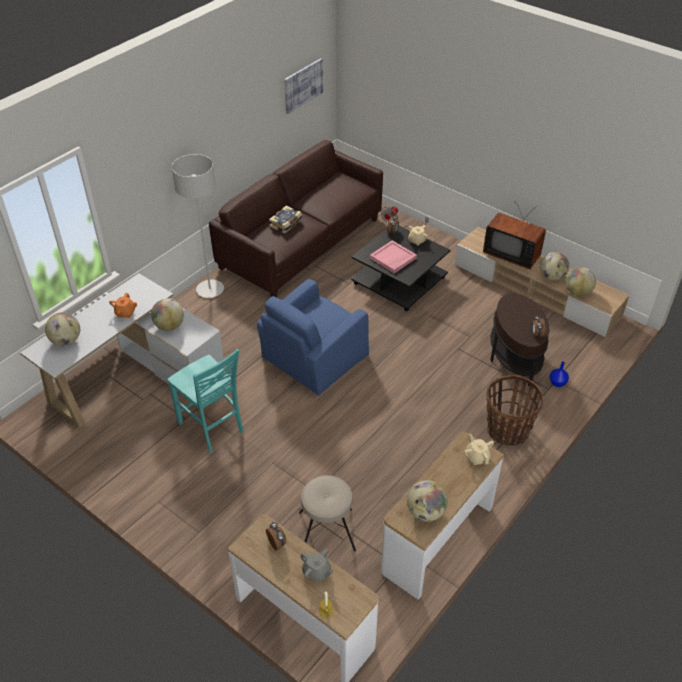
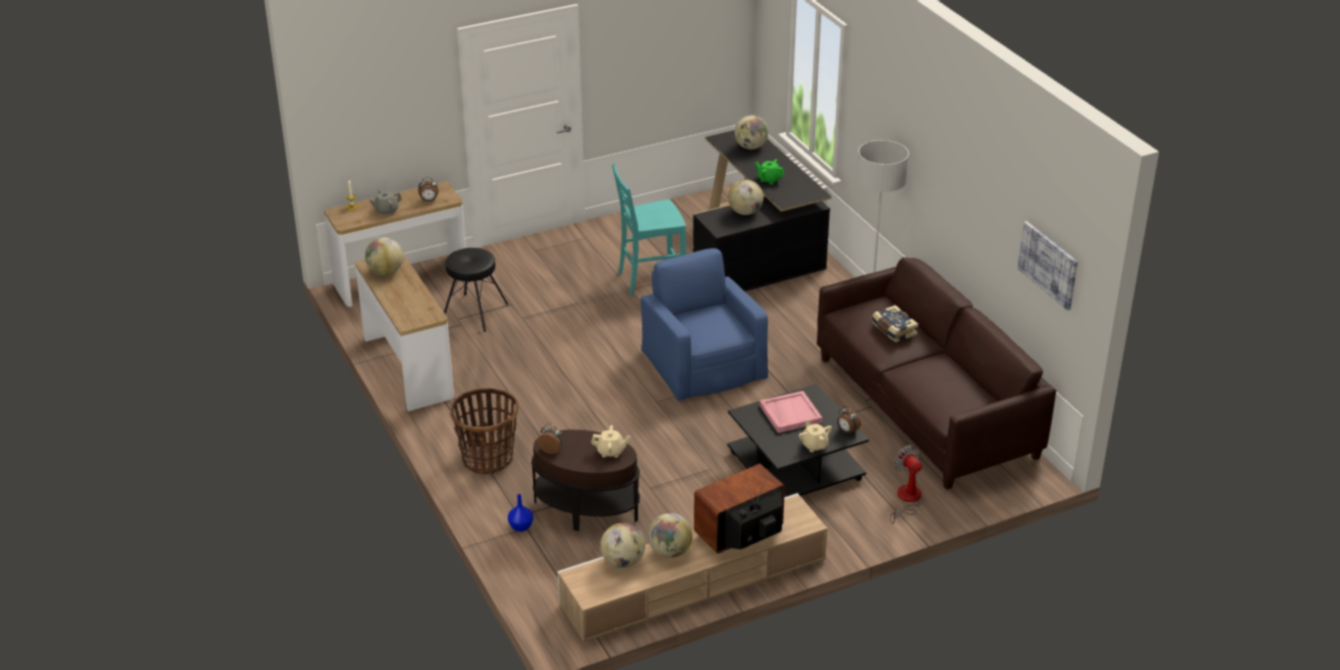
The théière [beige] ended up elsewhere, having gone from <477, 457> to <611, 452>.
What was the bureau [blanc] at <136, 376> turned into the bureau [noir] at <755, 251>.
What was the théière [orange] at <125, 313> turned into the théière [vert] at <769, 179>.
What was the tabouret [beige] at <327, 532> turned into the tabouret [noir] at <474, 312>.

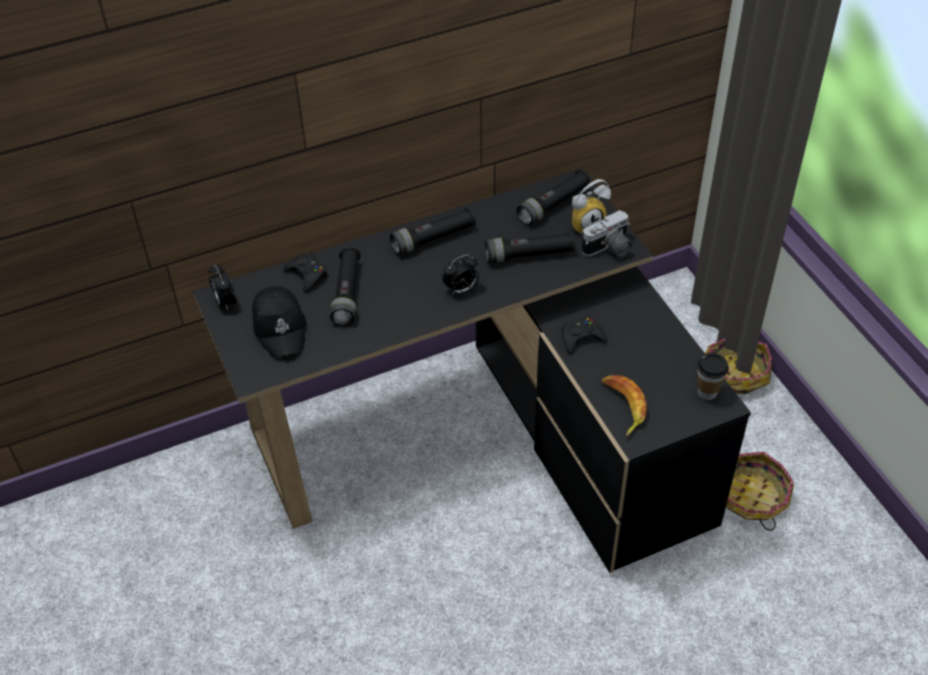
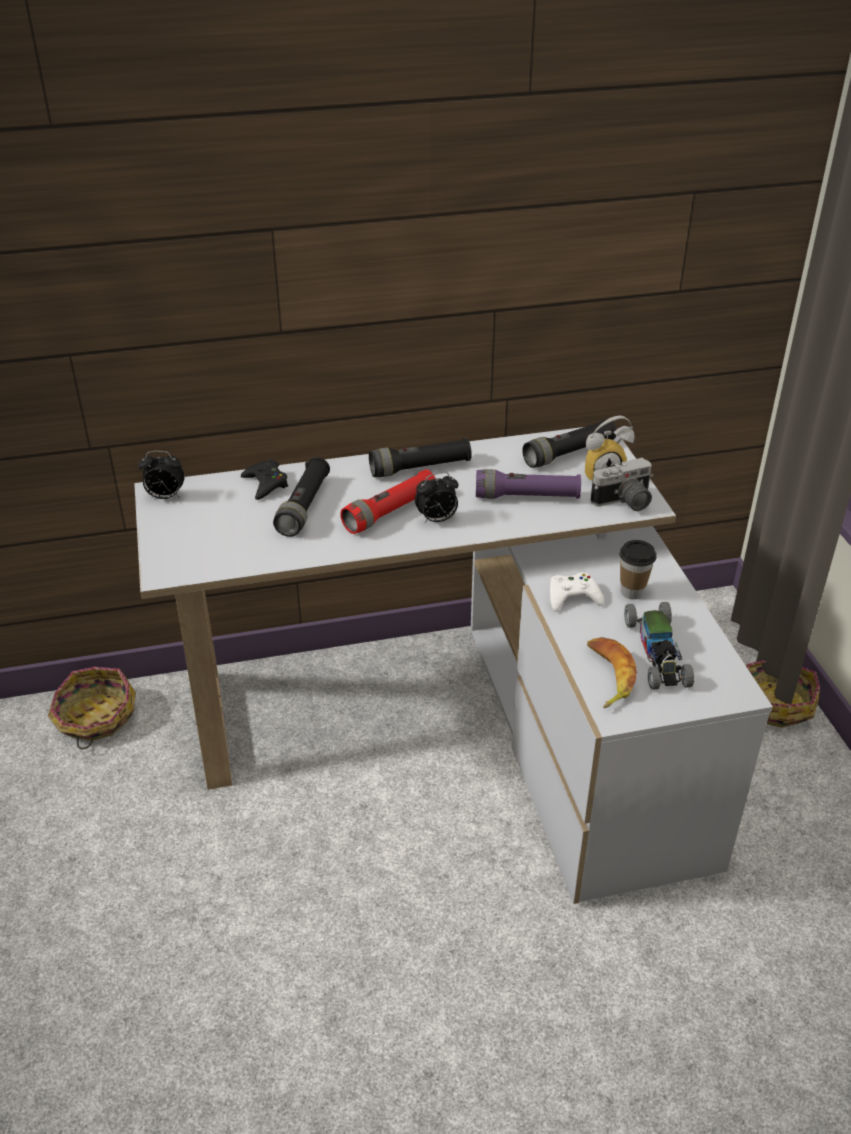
The second view lost the casquette [noir] at <280, 327>.
The second view gained the lampe de poche [rouge] at <390, 512>.
The second view gained the petite voiture at <657, 653>.
The tasse ended up elsewhere, having gone from <707, 392> to <632, 592>.
The panier ended up elsewhere, having gone from <751, 497> to <95, 718>.
What was the bureau [noir] at <486, 435> turned into the bureau [blanc] at <460, 725>.
What was the lampe de poche [noir] at <529, 255> turned into the lampe de poche [violet] at <527, 497>.
What was the manette [noir] at <581, 338> turned into the manette [blanc] at <573, 597>.
The réveil at <225, 301> ended up facing another way, 75 degrees counterclockwise from before.

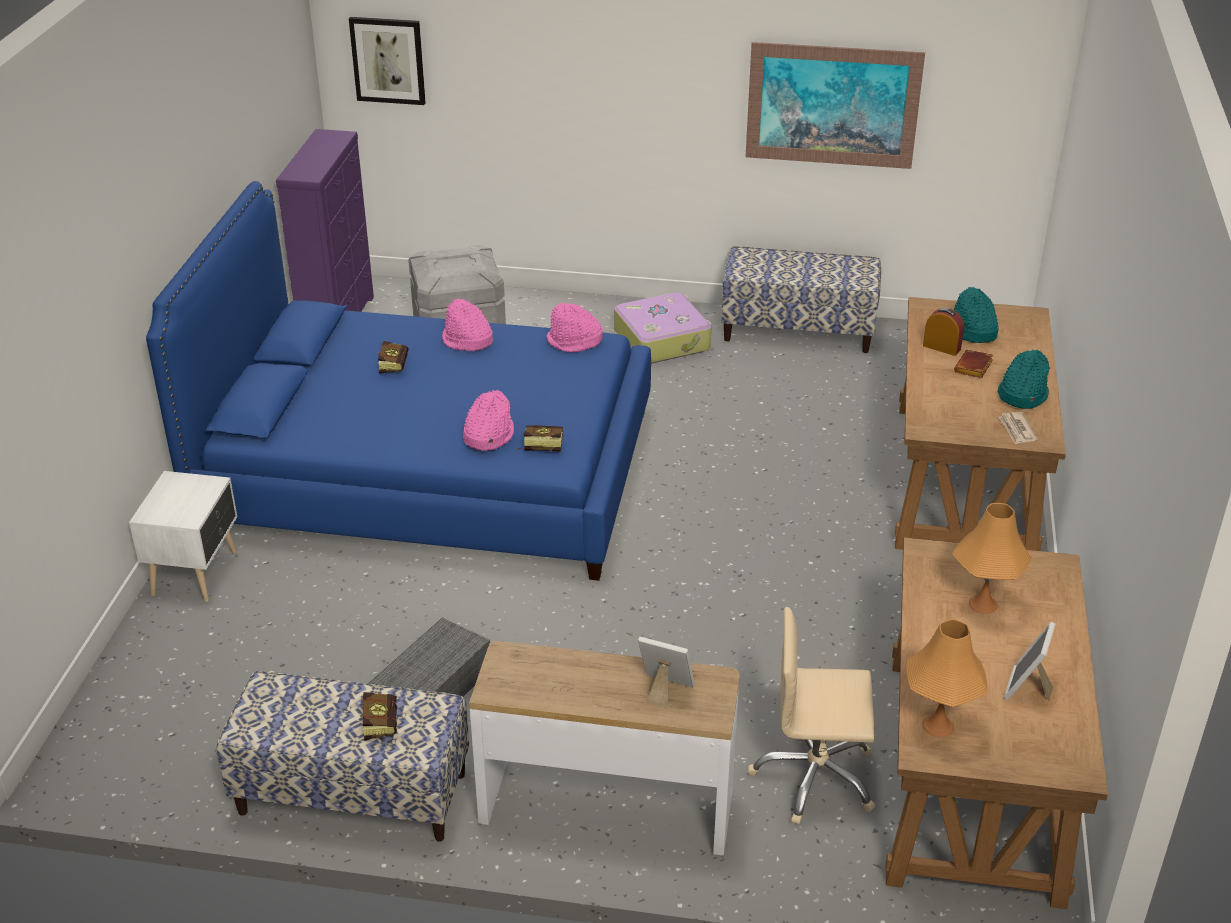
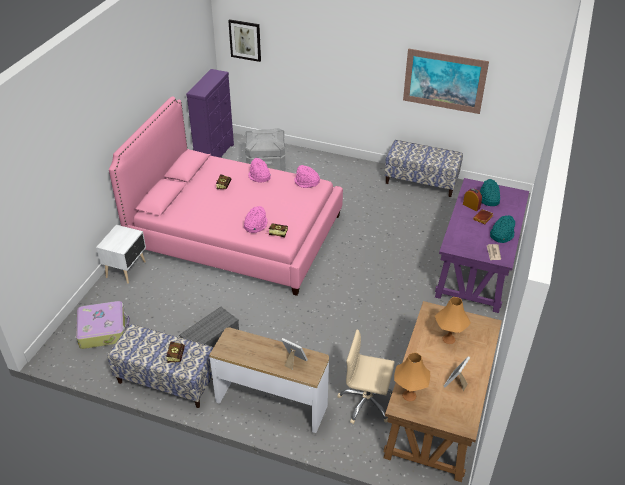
The valise ended up elsewhere, having gone from <662, 340> to <103, 330>.
What was the lit [bleu] at <429, 472> turned into the lit [rose] at <236, 233>.
What was the bureau [marron] at <963, 480> turned into the bureau [violet] at <477, 267>.

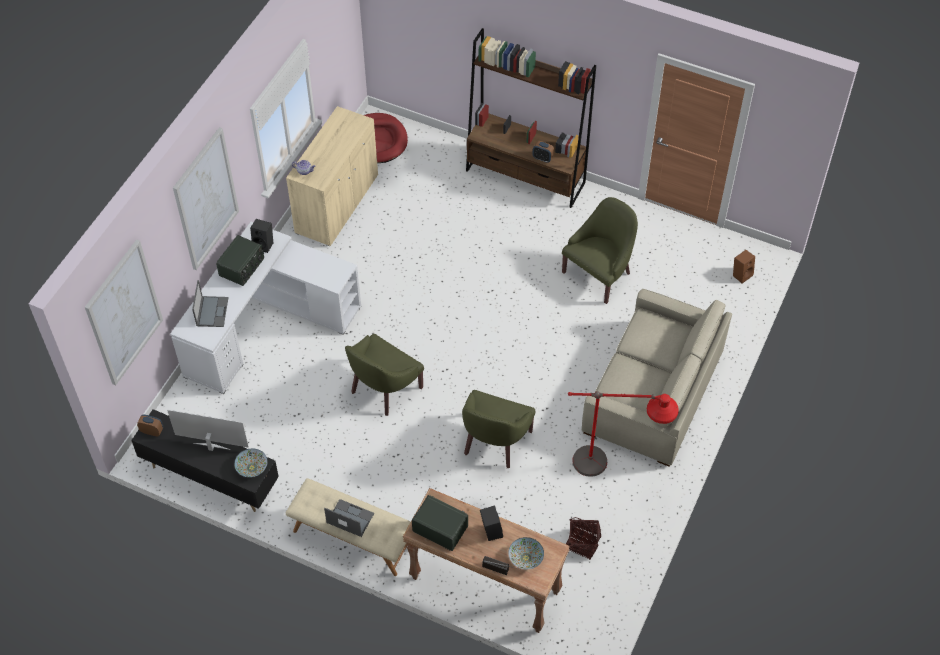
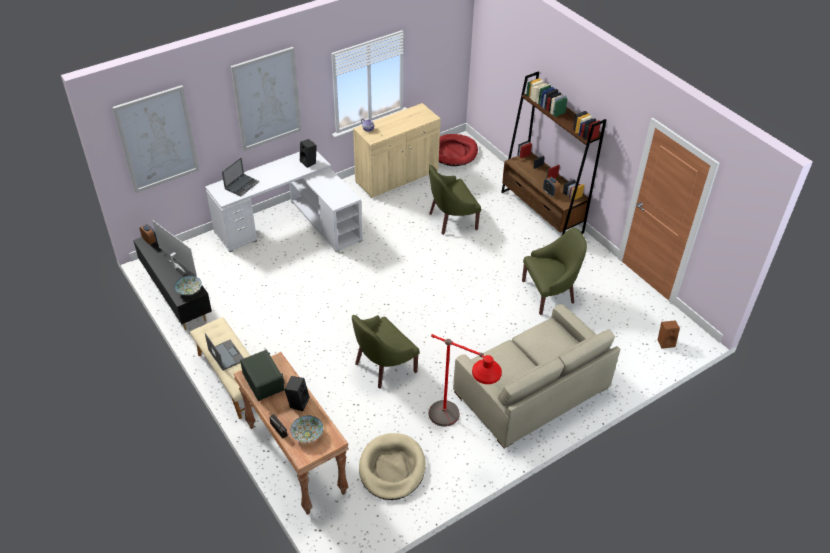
The second view lost the radio at <242, 267>.
The fauteuil [vert] ended up elsewhere, having gone from <383, 388> to <451, 220>.
Where the panier stood at <582, 543>, the panier pour chien [beige] came to stand at <392, 468>.

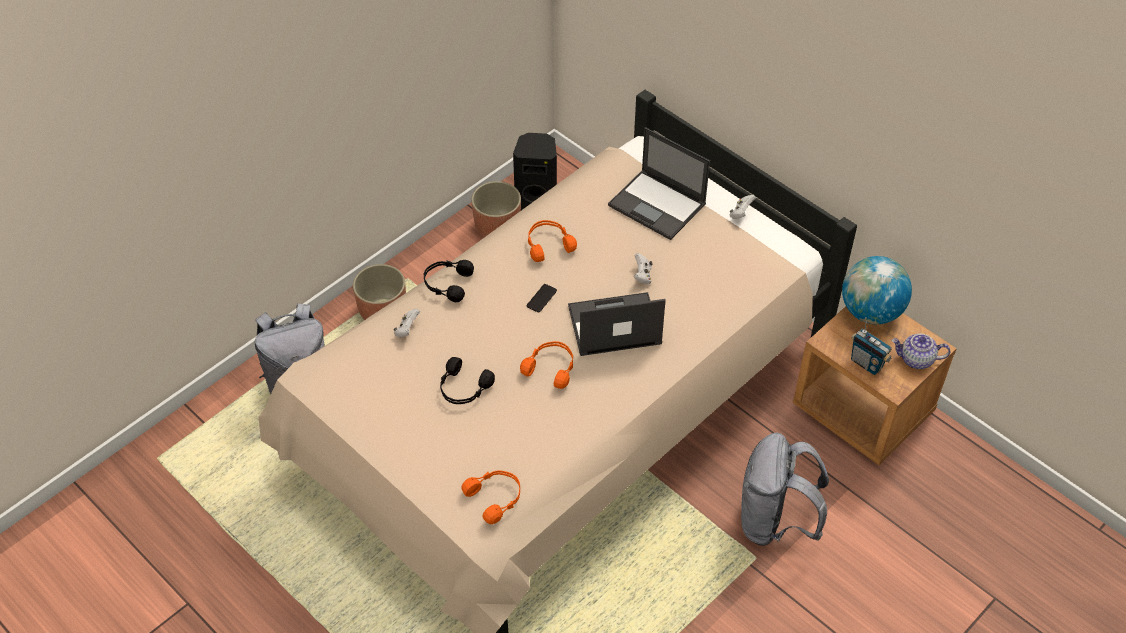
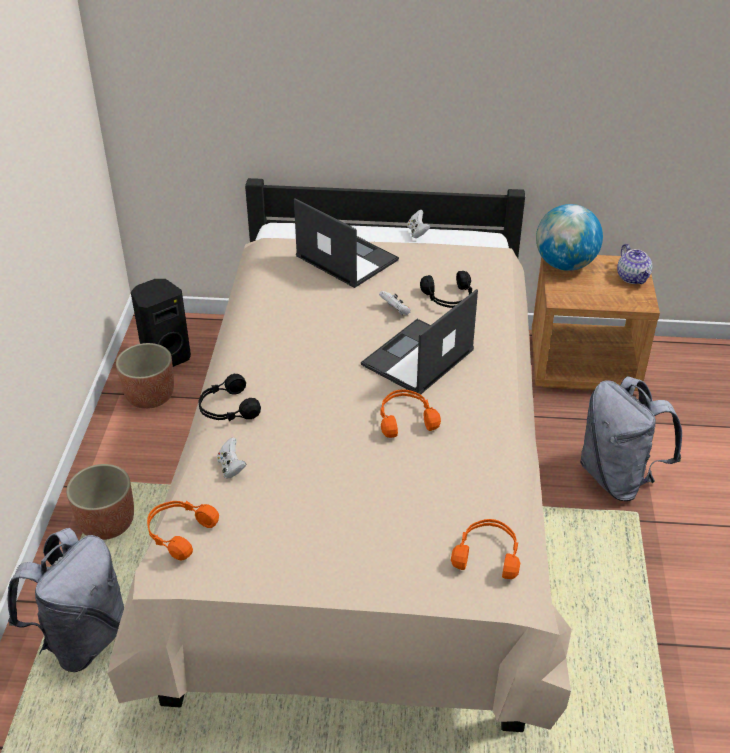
The second view lost the téléphone at <541, 298>.
The second view lost the radio at <867, 363>.
The casque audio [noir] ended up elsewhere, having gone from <463, 389> to <449, 298>.
The casque audio [orange] ended up elsewhere, having gone from <548, 244> to <179, 533>.
The ordinateur portable at <658, 205> ended up facing another way, 135 degrees counterclockwise from before.
The théière at <916, 360> ended up facing another way, 75 degrees counterclockwise from before.

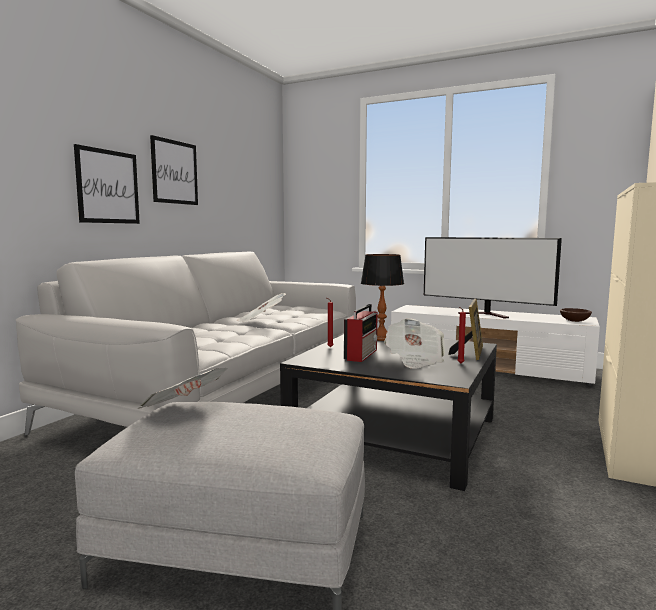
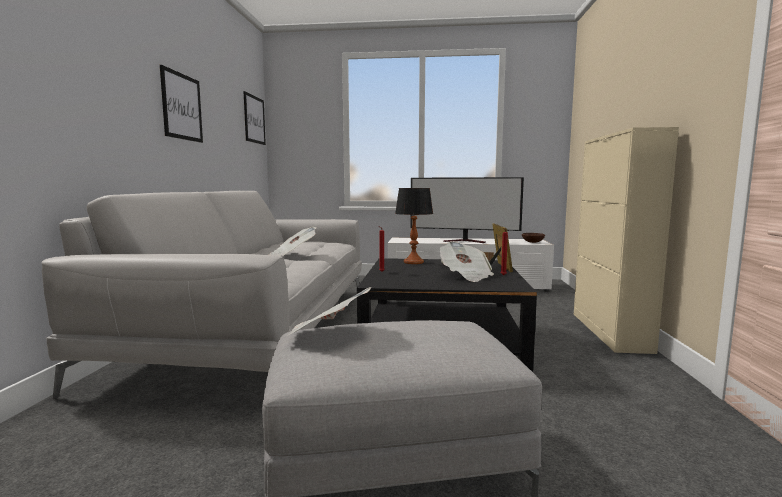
The second view lost the radio at <362, 354>.
The tableau ended up elsewhere, having gone from <108, 186> to <254, 119>.

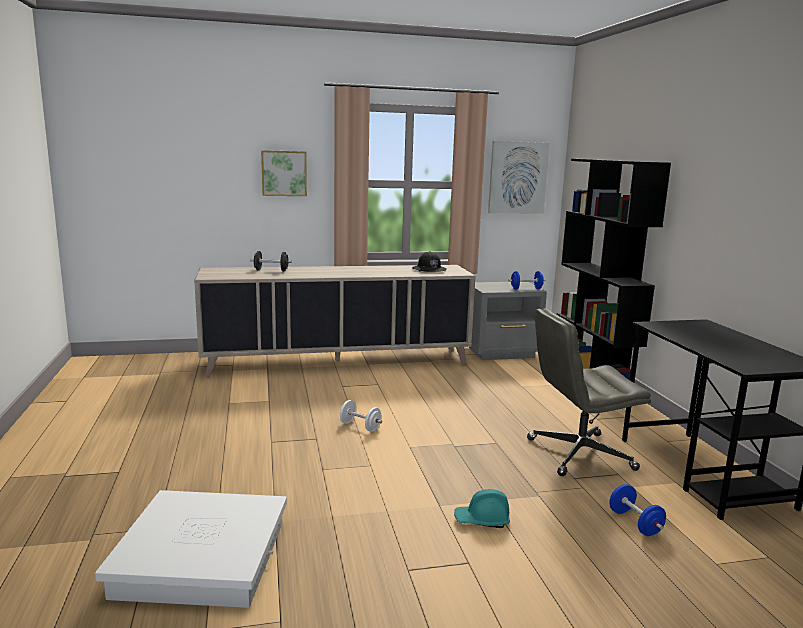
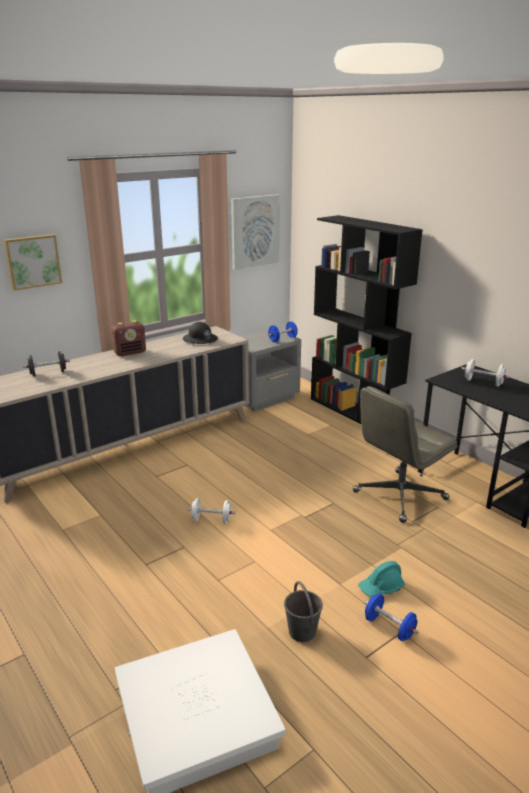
The second view gained the radio at <130, 353>.
The second view gained the seau [gris] at <302, 632>.
The second view gained the haltère [blanc] at <483, 382>.
The haltère [bleu] ended up elsewhere, having gone from <635, 523> to <389, 627>.

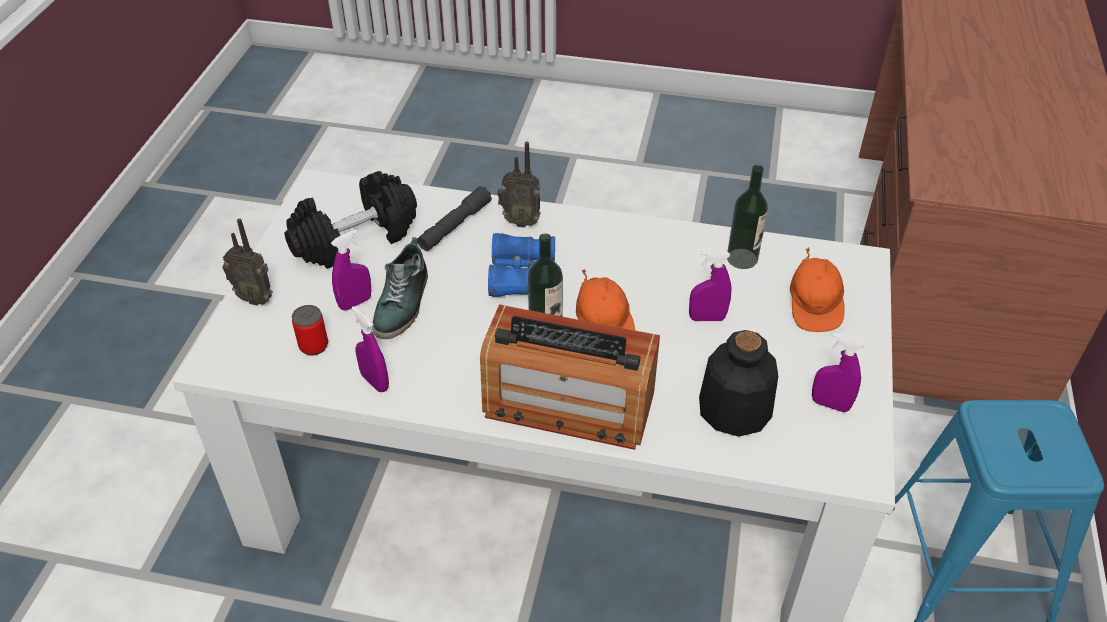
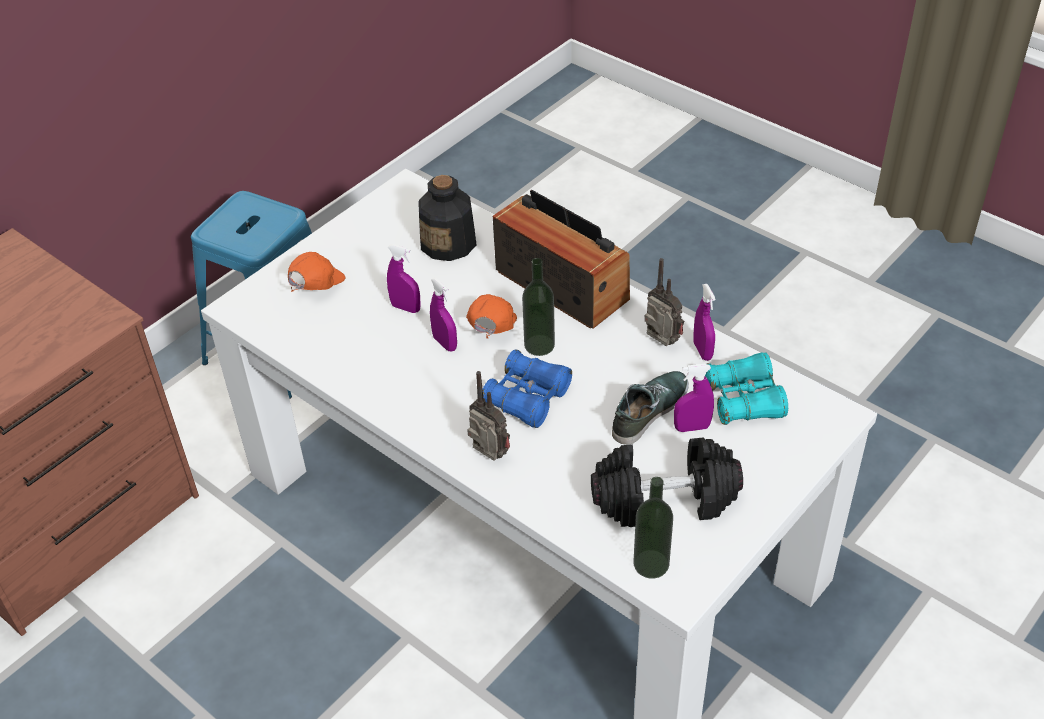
The second view lost the lampe de poche [gris] at <455, 225>.
The radio ended up elsewhere, having gone from <255, 298> to <660, 344>.
The bouteille ended up elsewhere, having gone from <742, 258> to <651, 564>.
The vaporisateur [violet] ended up elsewhere, having gone from <830, 404> to <445, 343>.
Where the boîte métallique stood at <313, 345>, the jumelles [turquoise] came to stand at <744, 399>.

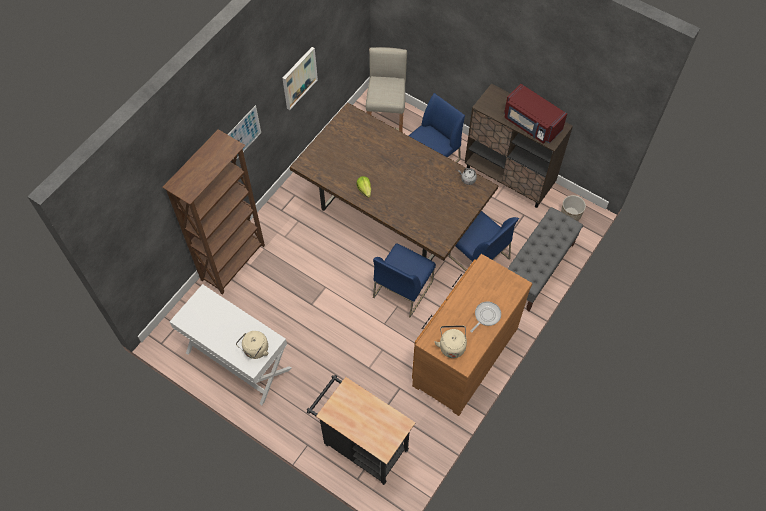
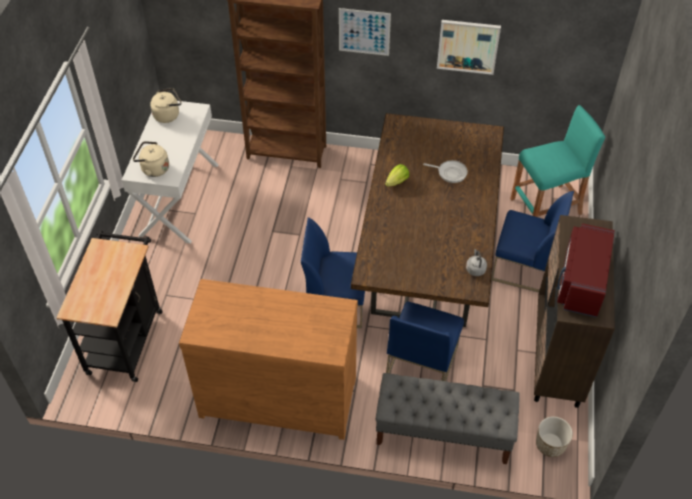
The bouilloire [beige] ended up elsewhere, having gone from <451, 346> to <168, 115>.
The poêle ended up elsewhere, having gone from <486, 316> to <450, 173>.
What was the tabouret [beige] at <386, 122> turned into the tabouret [turquoise] at <546, 207>.

